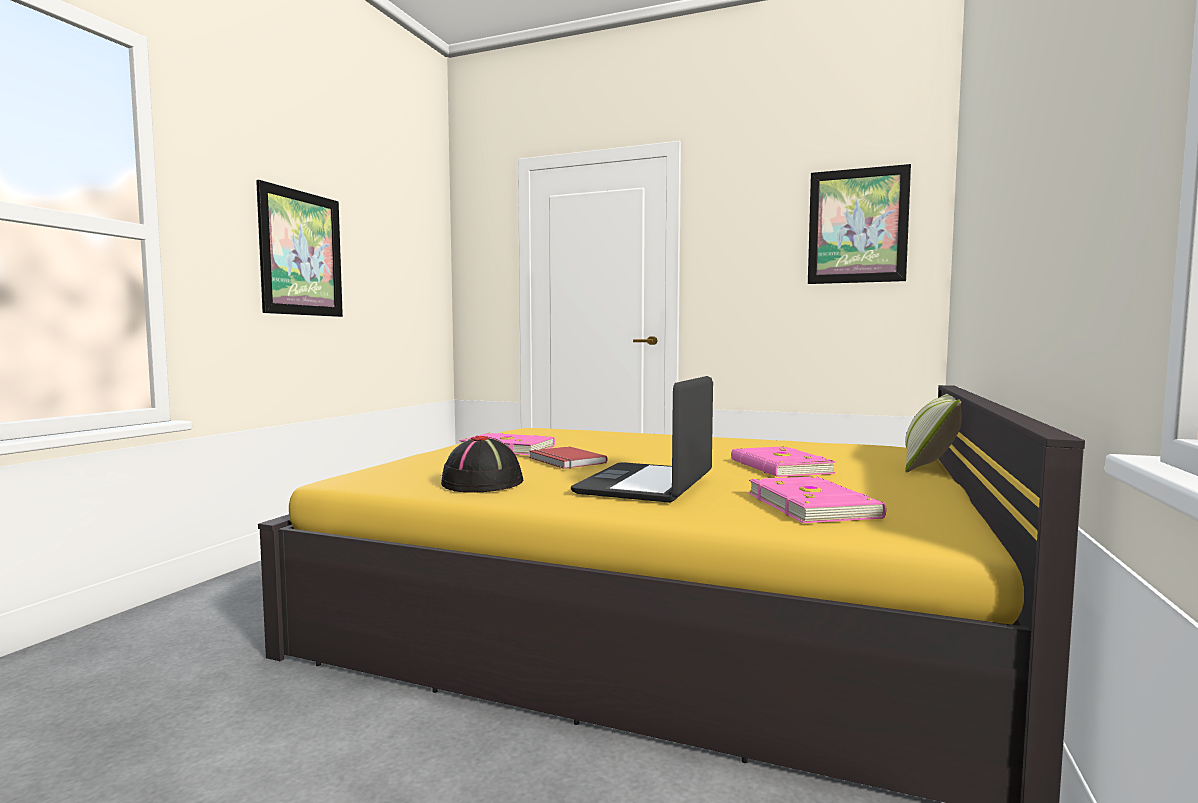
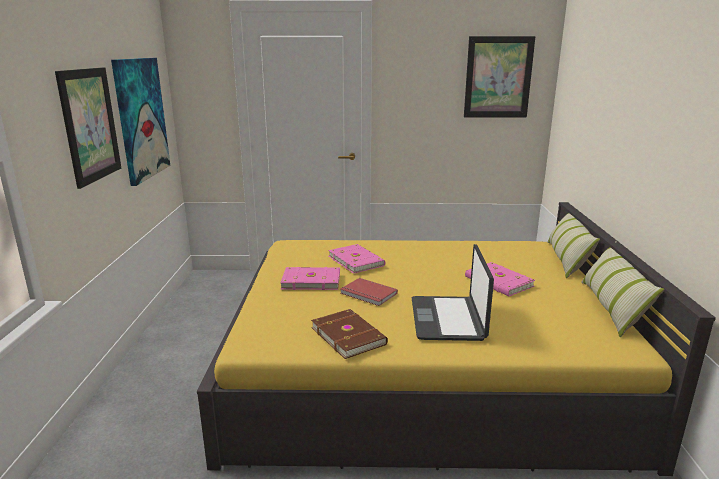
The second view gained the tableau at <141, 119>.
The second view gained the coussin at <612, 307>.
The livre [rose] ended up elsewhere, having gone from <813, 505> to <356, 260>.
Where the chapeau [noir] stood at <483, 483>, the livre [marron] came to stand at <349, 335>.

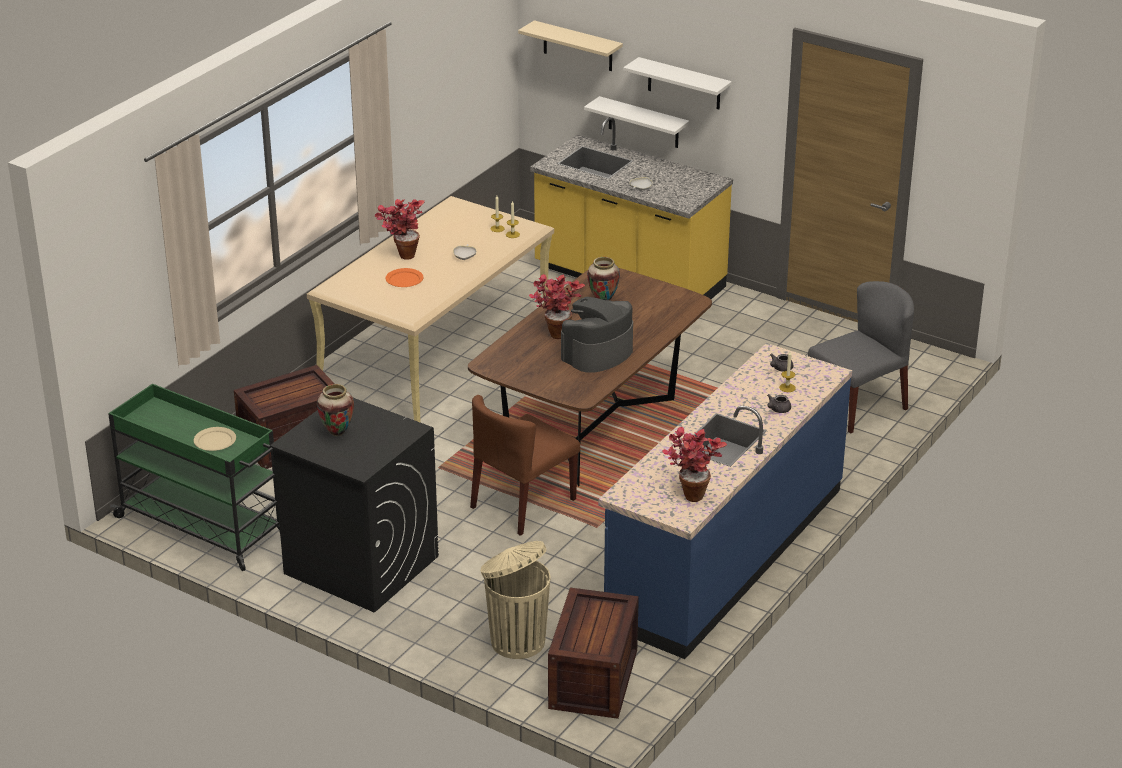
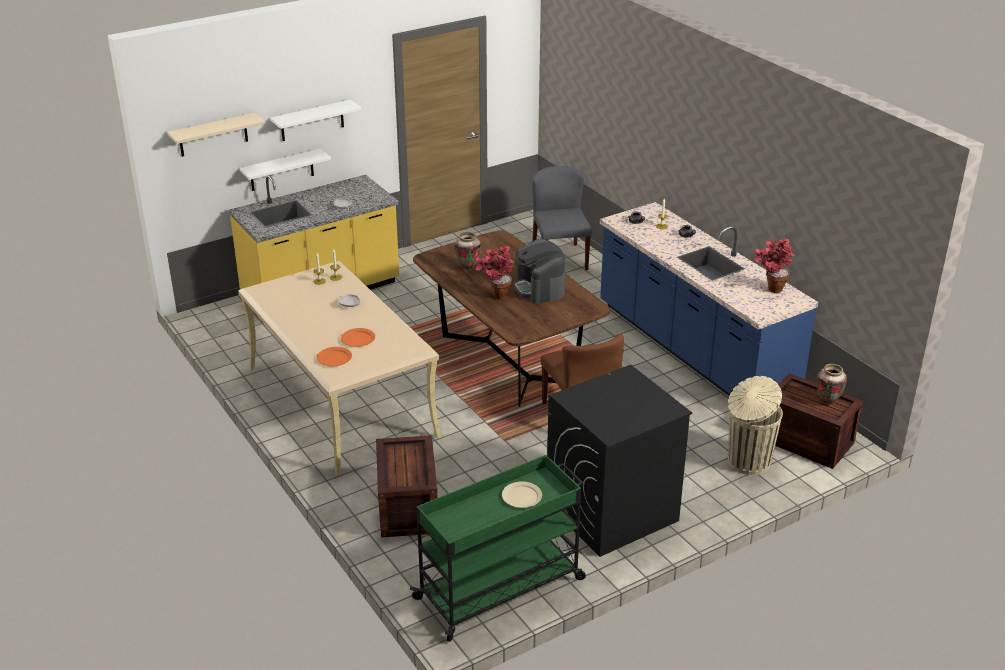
The second view lost the plante en pot at <401, 254>.
The second view gained the assiette [orange] at <334, 358>.
The vase ended up elsewhere, having gone from <337, 433> to <827, 402>.

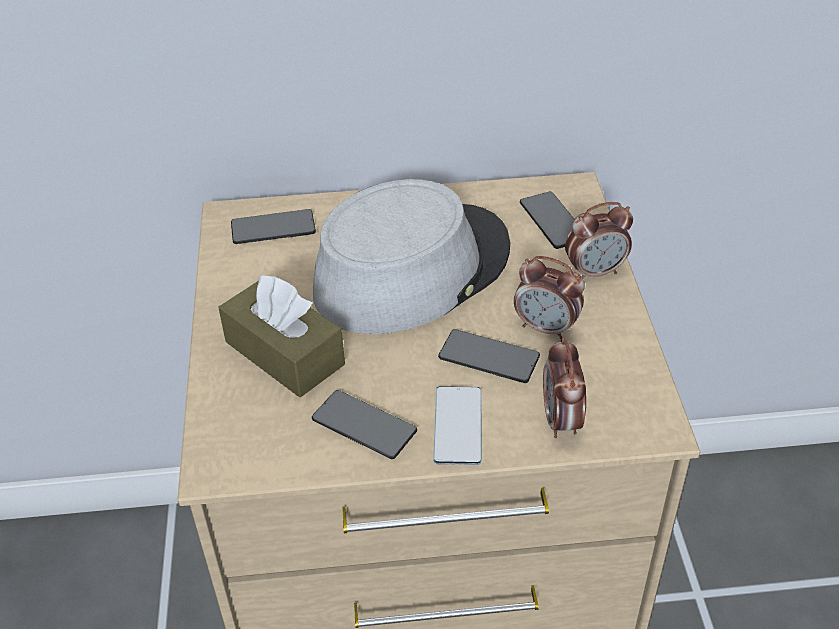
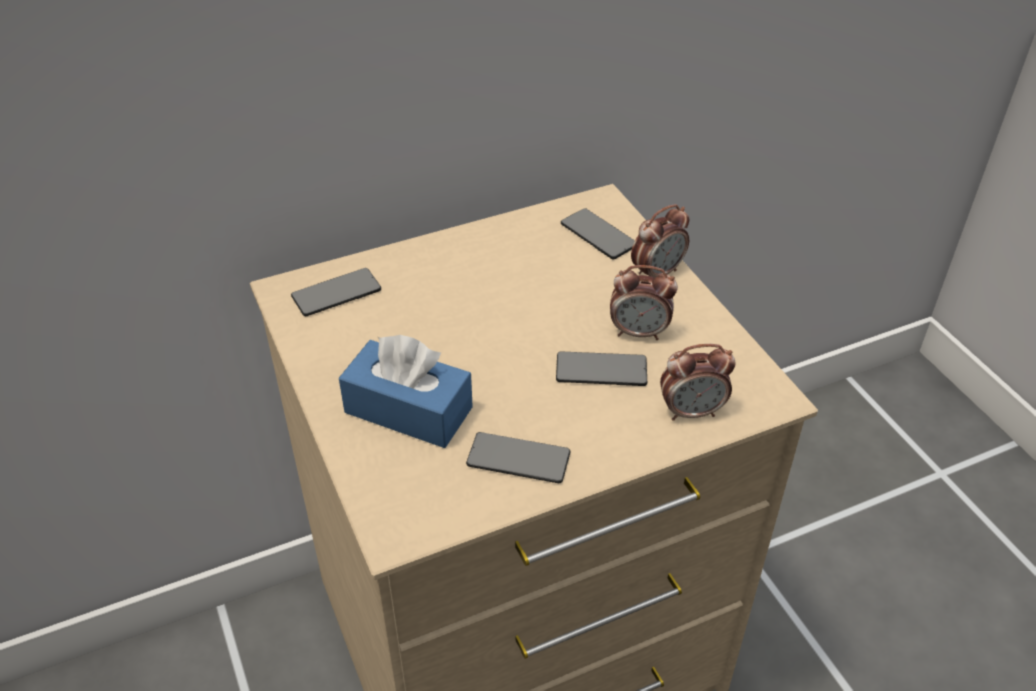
The second view lost the chapeau [gris] at <412, 269>.
The second view lost the téléphone at <458, 425>.
What was the boîte à mouchoirs [marron] at <284, 353> turned into the boîte à mouchoirs [bleu] at <408, 410>.
The réveil at <561, 421> ended up facing another way, 75 degrees counterclockwise from before.

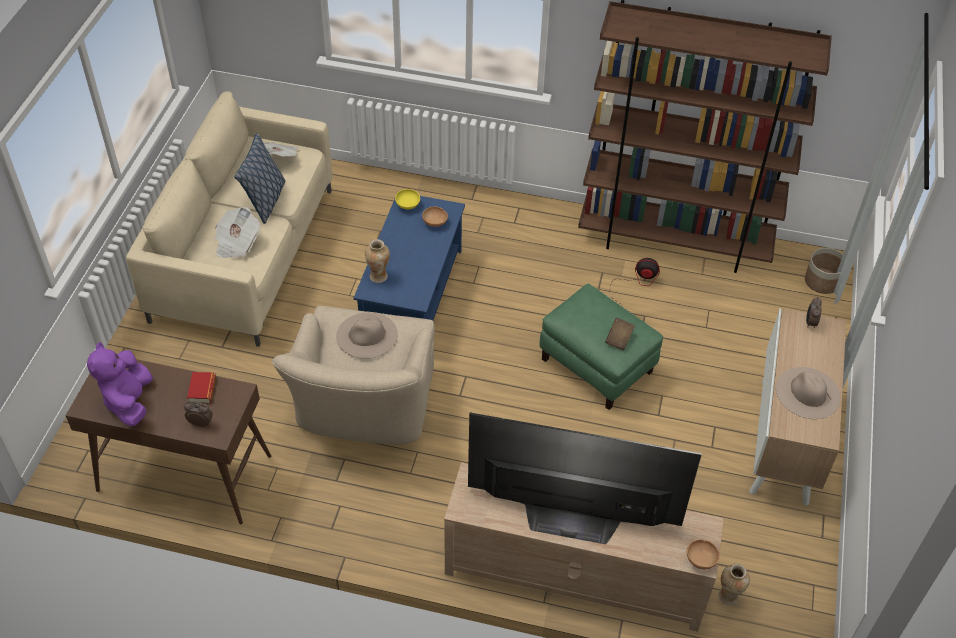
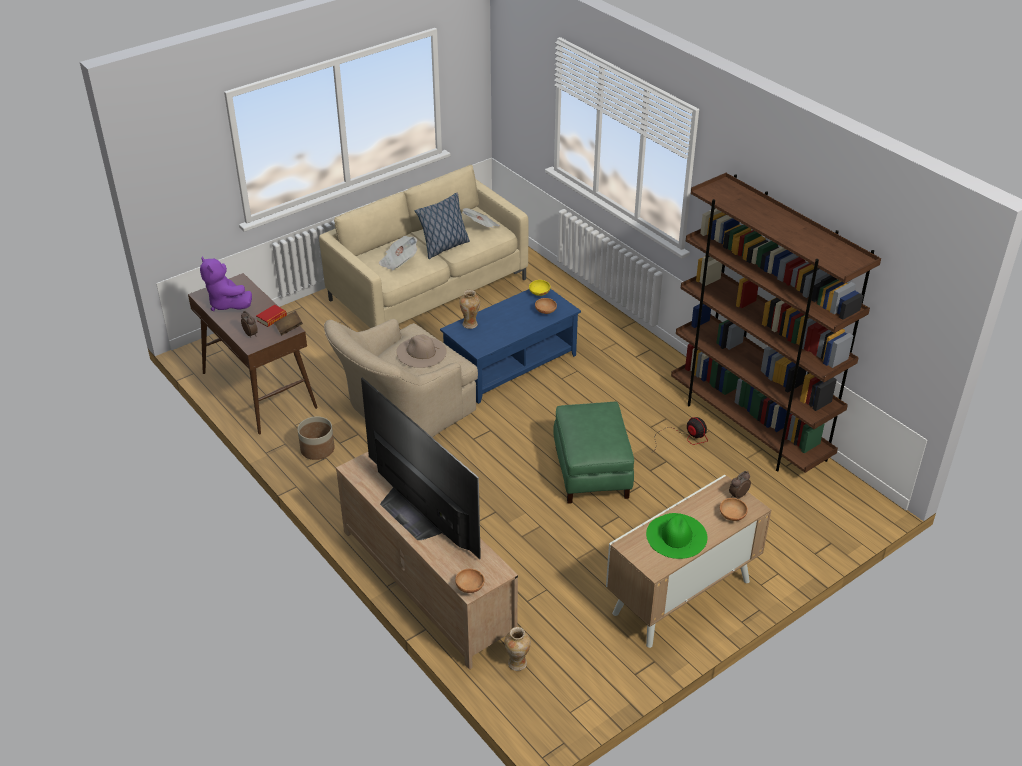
The second view gained the bol [marron] at <731, 516>.
The livre [marron] ended up elsewhere, having gone from <619, 339> to <289, 328>.
The cache-pot ended up elsewhere, having gone from <822, 282> to <317, 449>.
What was the chapeau [beige] at <807, 392> turned into the chapeau [vert] at <676, 535>.
The peluche [violet] at <129, 401> ended up facing another way, 75 degrees counterclockwise from before.

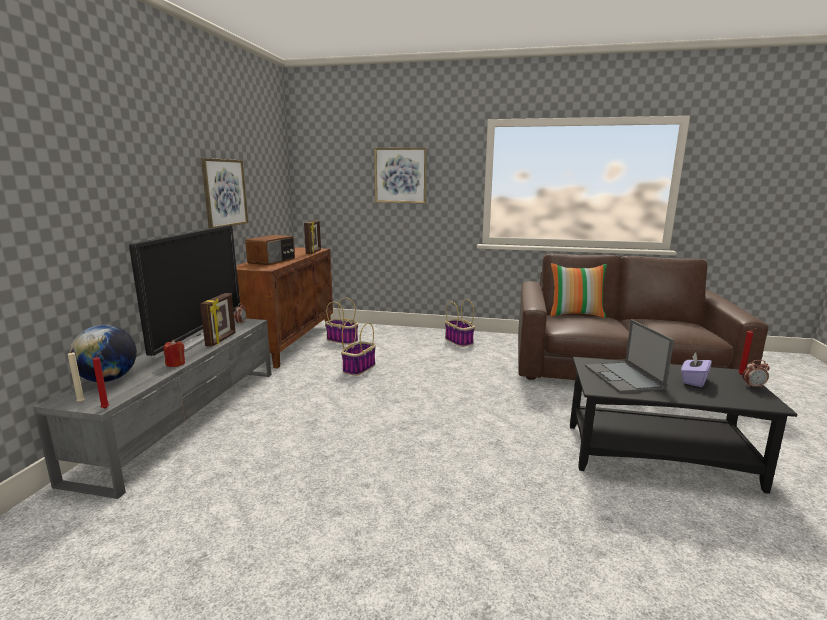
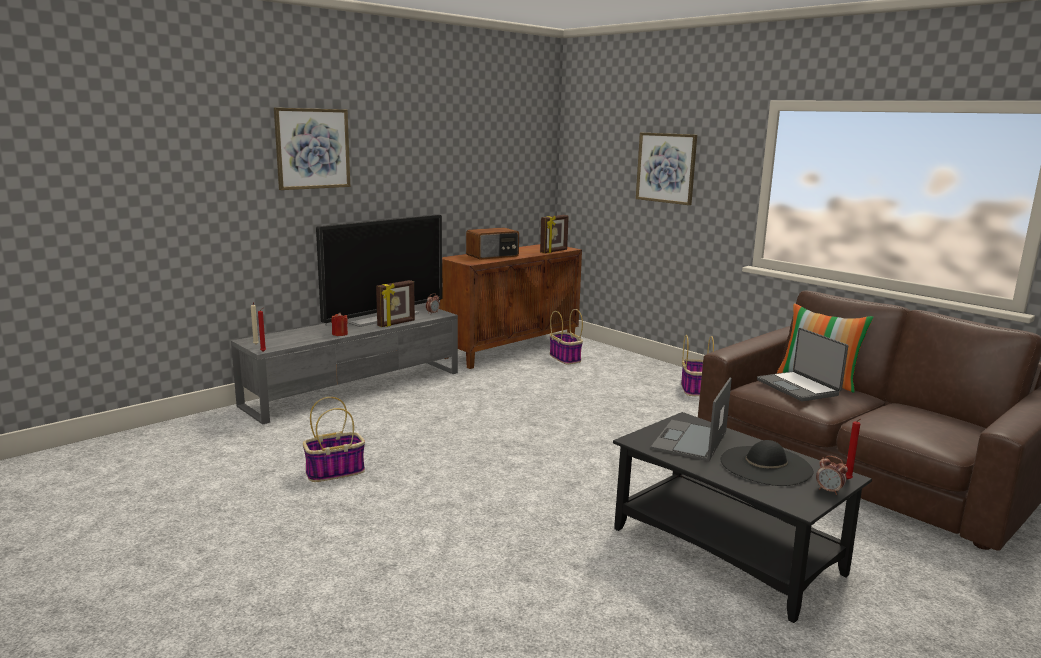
The second view lost the globe at <108, 379>.
The second view gained the ordinateur portable at <799, 387>.
The tableau ended up elsewhere, having gone from <224, 193> to <312, 148>.
The panier ended up elsewhere, having gone from <359, 368> to <335, 471>.
Where the boîte à mouchoirs [violet] stood at <693, 380>, the chapeau [noir] came to stand at <766, 465>.

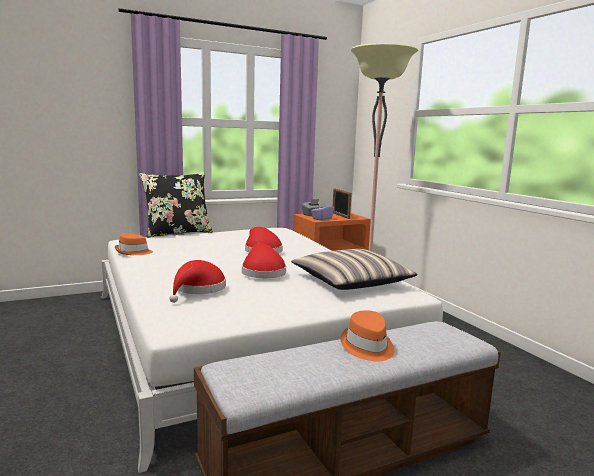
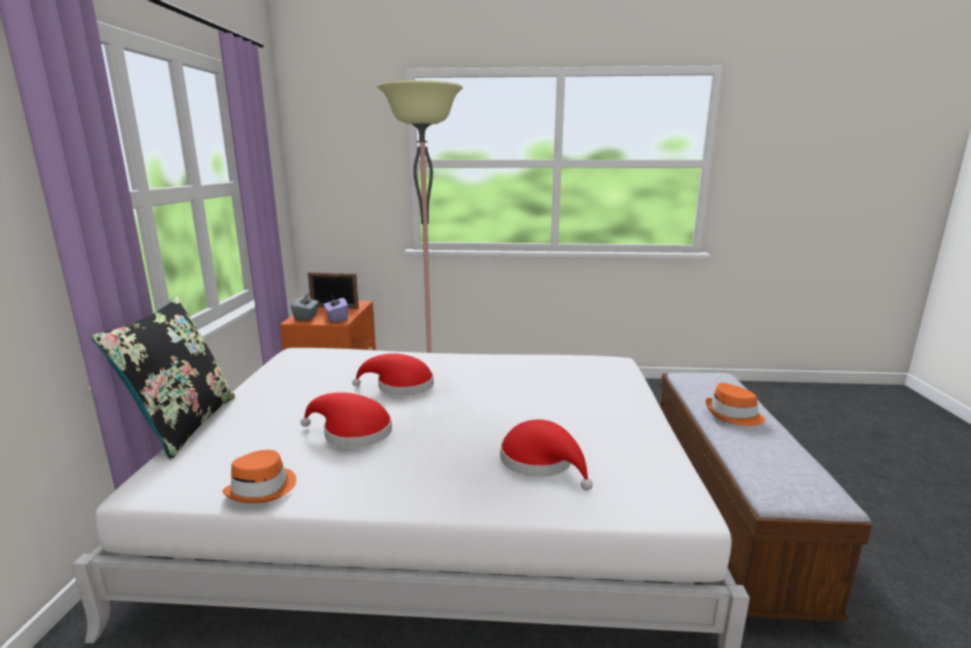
The second view lost the coussin at <351, 281>.
The chapeau [rouge] ended up elsewhere, having gone from <262, 272> to <352, 432>.

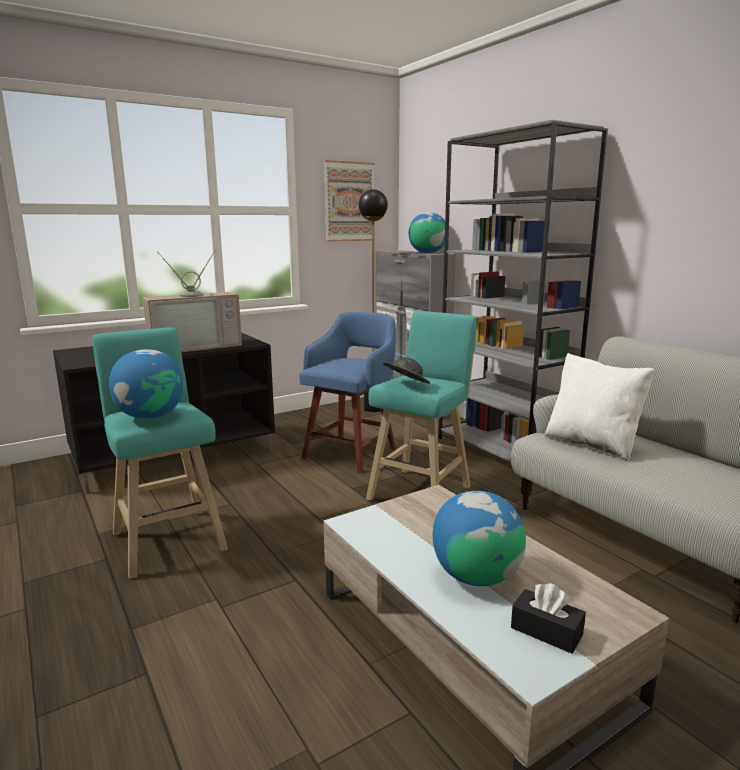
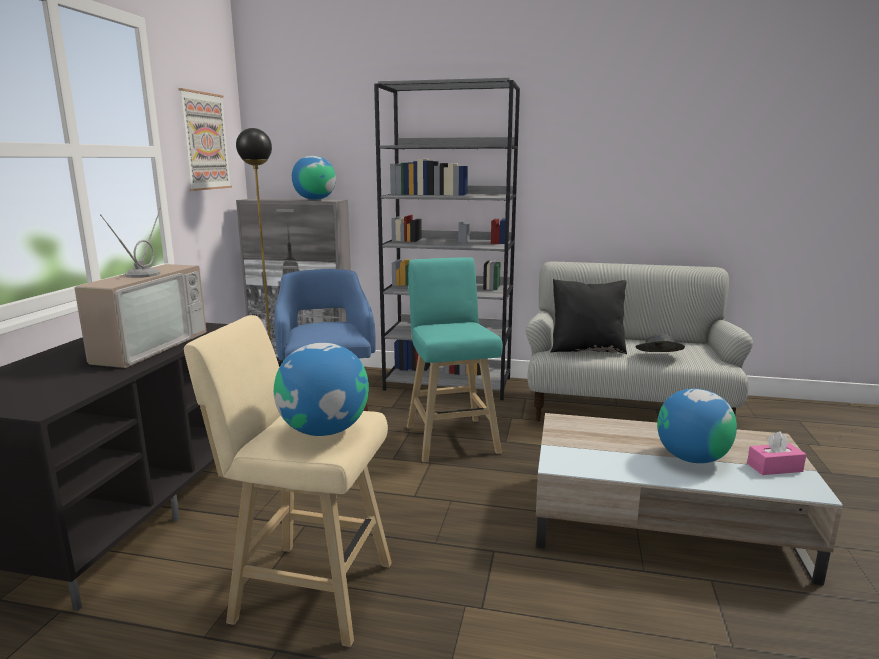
The chapeau [gris] ended up elsewhere, having gone from <405, 385> to <658, 358>.
What was the tabouret [turquoise] at <168, 539> turned into the tabouret [beige] at <307, 590>.
What was the boîte à mouchoirs [noir] at <546, 631> turned into the boîte à mouchoirs [rose] at <774, 467>.
What was the coussin [blanc] at <592, 444> turned into the coussin [noir] at <586, 349>.

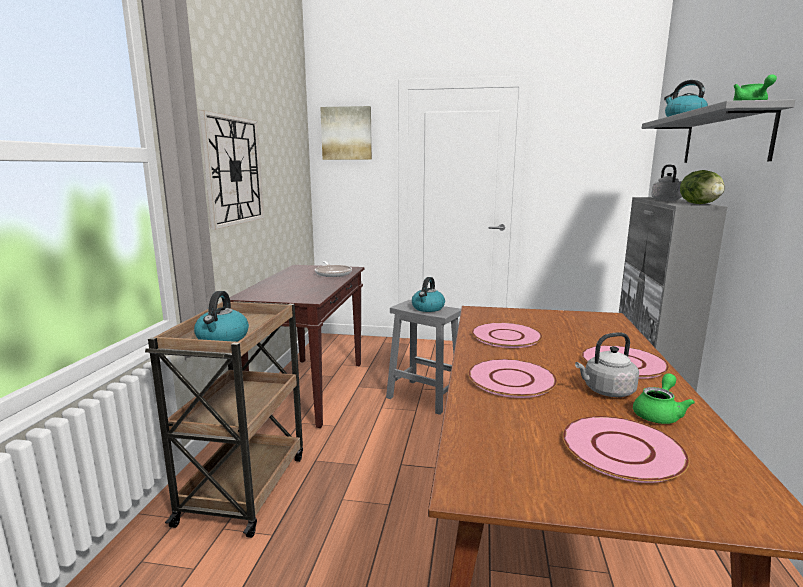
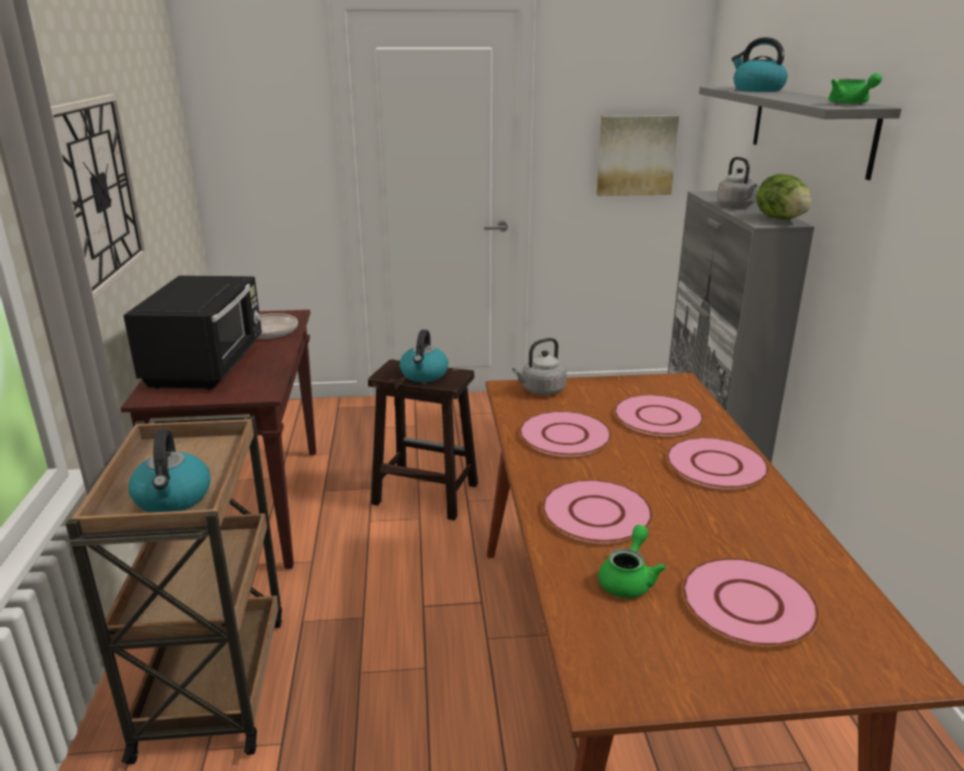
The second view gained the micro-ondes [noir] at <207, 365>.
The second view gained the assiette [rose] at <657, 417>.
The tableau ended up elsewhere, having gone from <346, 133> to <635, 155>.
The bouilloire [gris] ended up elsewhere, having gone from <606, 391> to <541, 390>.
The théière [vert] ended up elsewhere, having gone from <659, 414> to <628, 579>.
What was the tabouret [gris] at <423, 396> turned into the tabouret [marron] at <424, 493>.

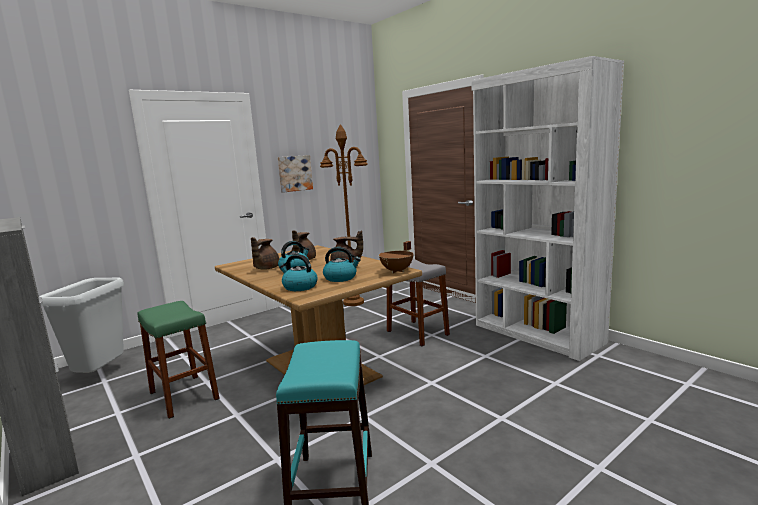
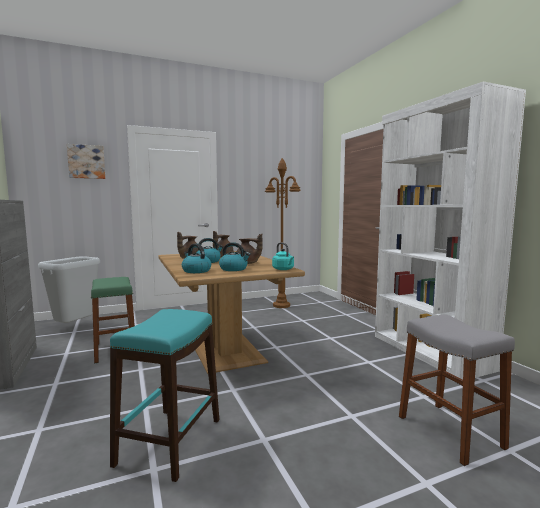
The tableau ended up elsewhere, having gone from <294, 173> to <86, 162>.
The tabouret [gris] ended up elsewhere, having gone from <417, 333> to <449, 431>.
Where the marmite [marron] stood at <397, 271>, the bouilloire [turquoise] came to stand at <284, 269>.

